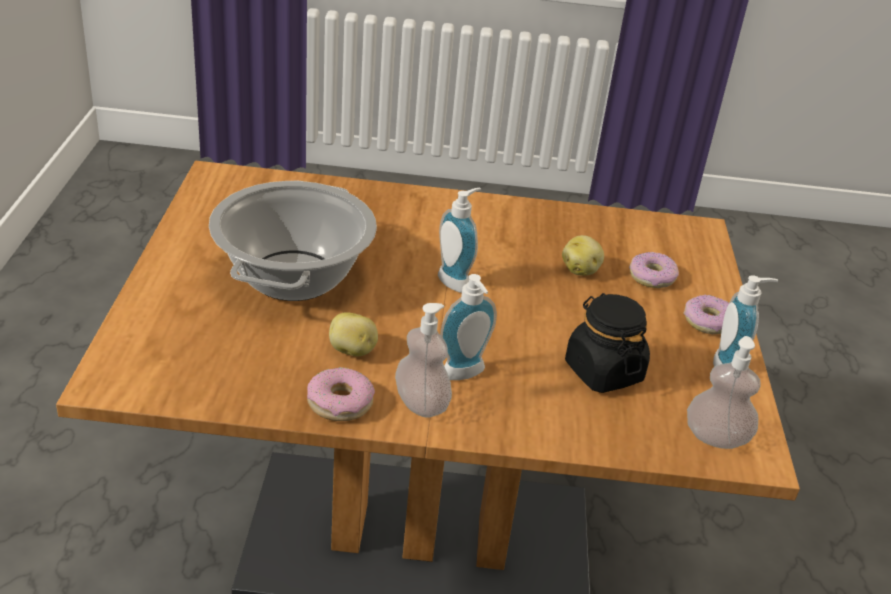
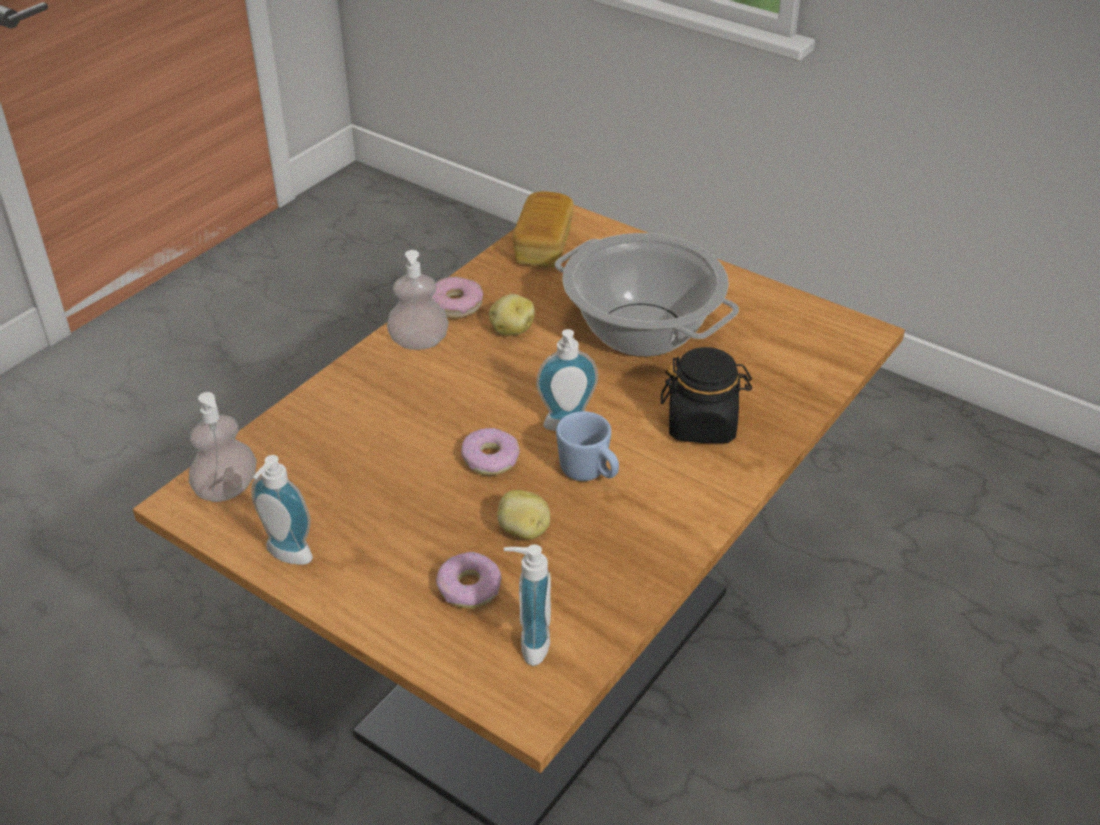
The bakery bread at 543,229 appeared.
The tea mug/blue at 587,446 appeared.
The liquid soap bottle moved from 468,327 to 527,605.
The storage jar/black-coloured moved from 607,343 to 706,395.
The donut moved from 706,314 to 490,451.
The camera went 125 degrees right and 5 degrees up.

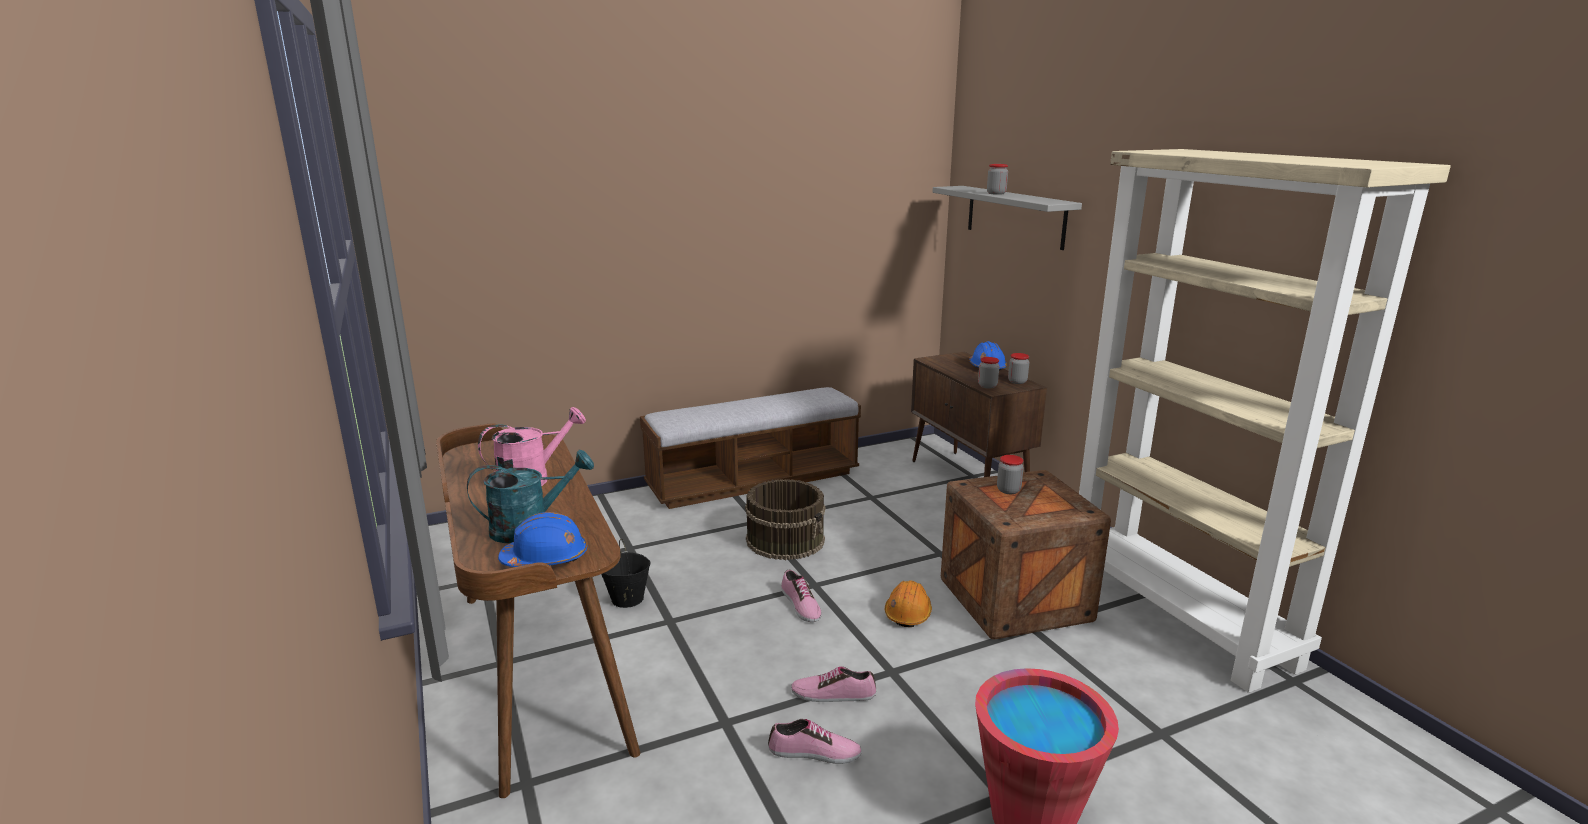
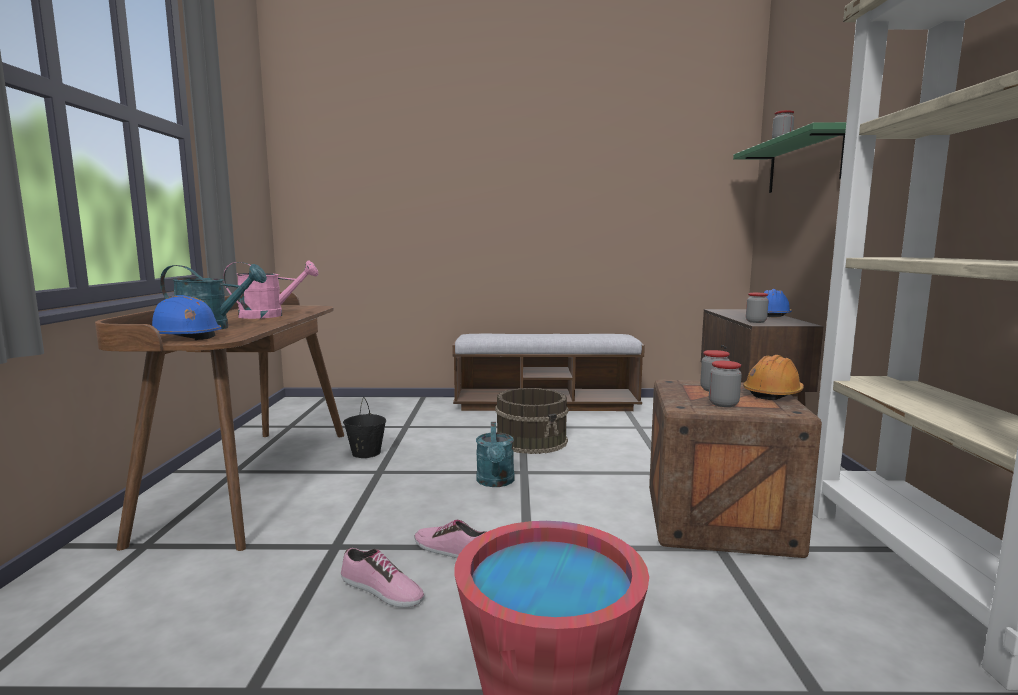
The work helmet/orangey moved from 908,603 to 773,377.
The storage jar moved from 1018,368 to 725,384.
The shoe at 801,596 was replaced by the watering can/turquoise at 495,454.
The wall shelf/grey at 1007,218 became the wall shelf/greenish at 789,157.
The camera went 25 degrees right and 10 degrees down.

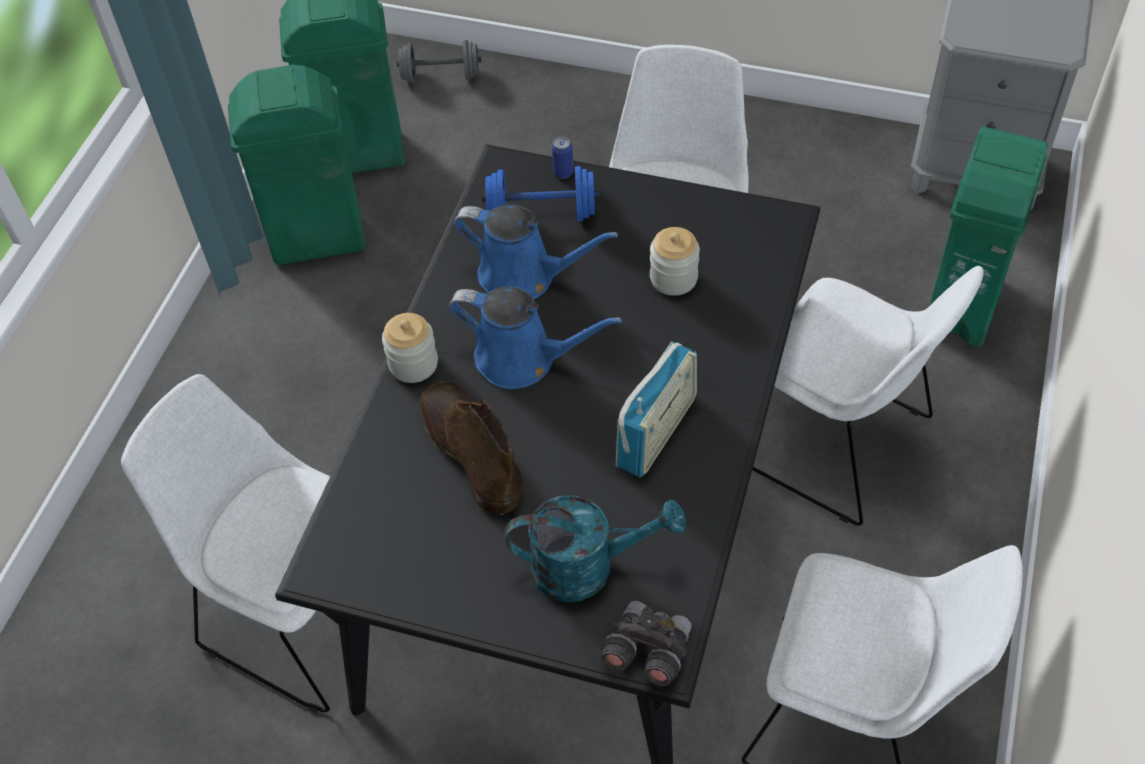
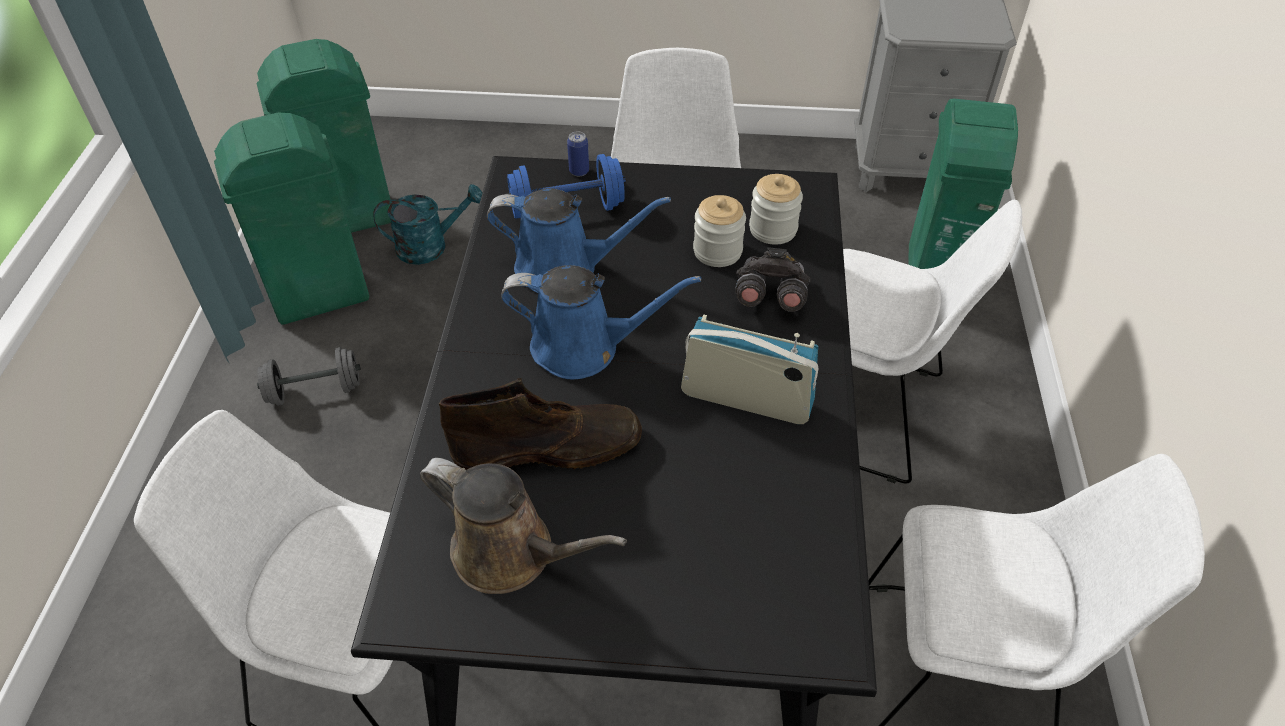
The watering can/brown-coloured at 523,526 appeared.
The storage jar moved from 410,348 to 776,209.
The dumbbell/grey moved from 438,61 to 309,376.
The watering can/turquoise moved from 595,548 to 427,224.
The binoculars/grey moved from 646,643 to 772,279.
The high-top boot/brown-coloured at 471,448 turned 120 degrees clockwise.
The radio receiver at 656,409 turned 90 degrees counterclockwise.
The camera went 15 degrees left and 5 degrees down.

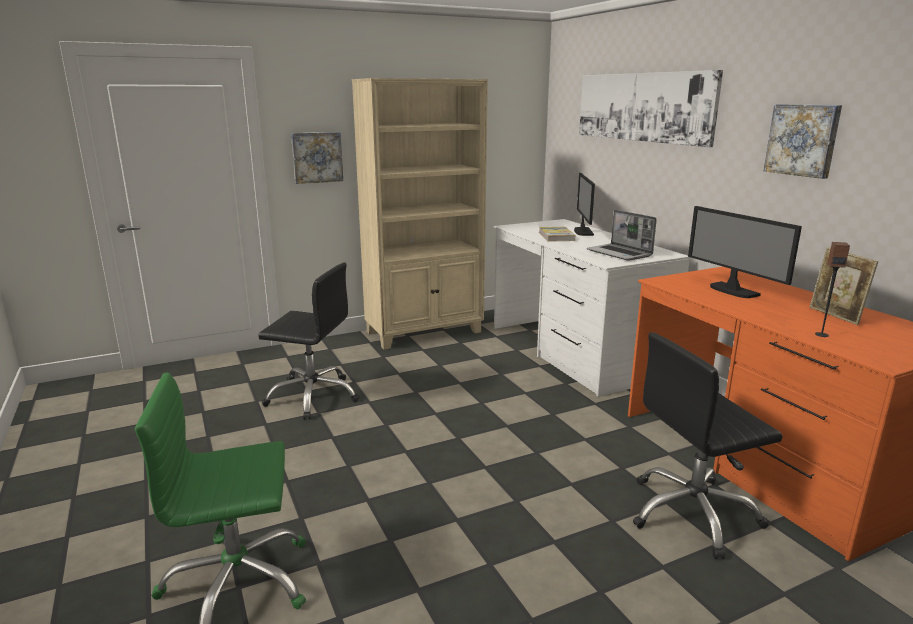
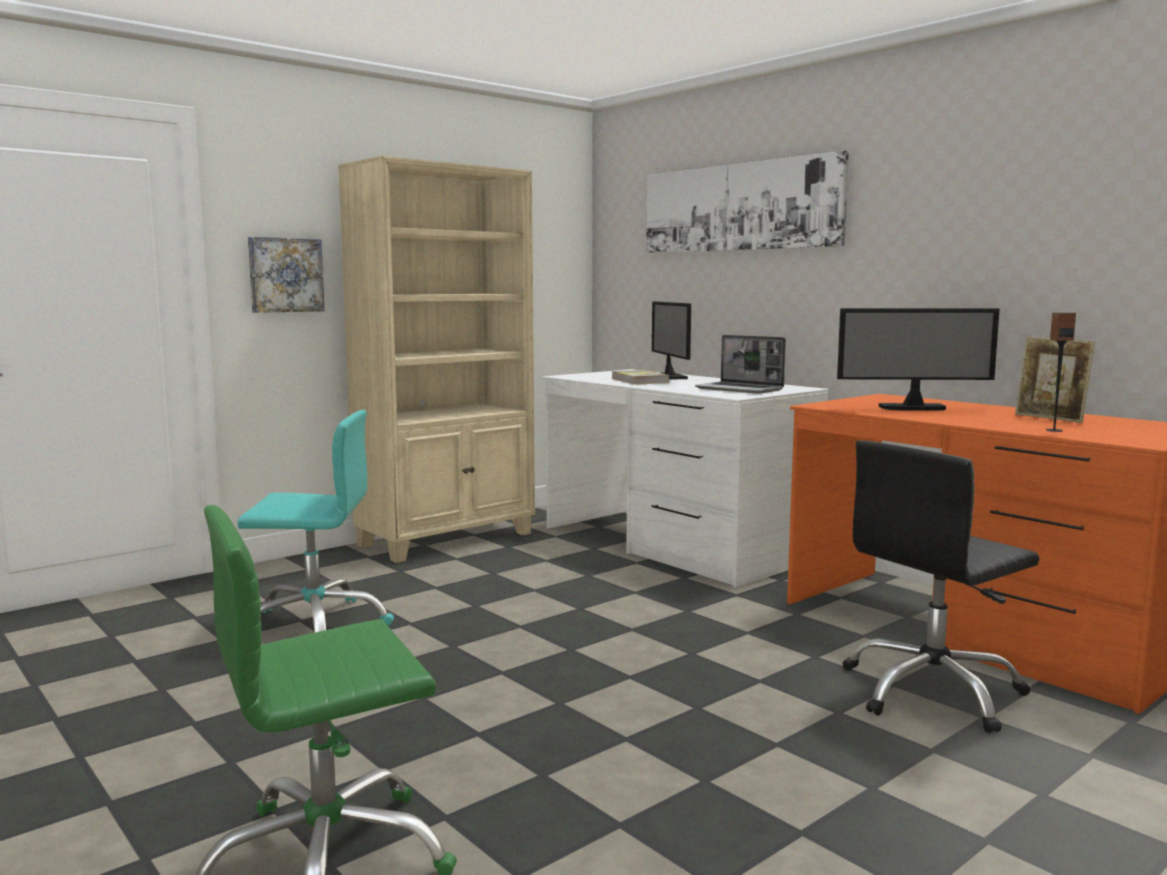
The wall art at 803,141 disappeared.
The desk chair/black-coloured at 309,341 became the desk chair/turquoise at 315,521.
The computer screen at 745,252 turned 45 degrees counterclockwise.
The camera went 15 degrees left and 10 degrees down.

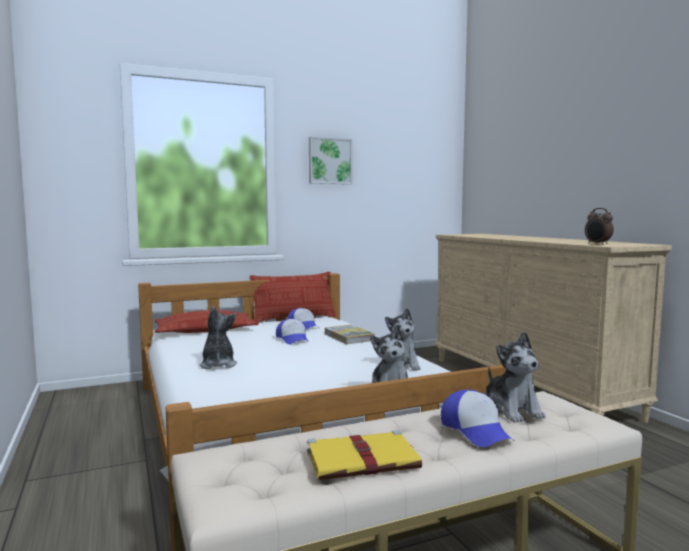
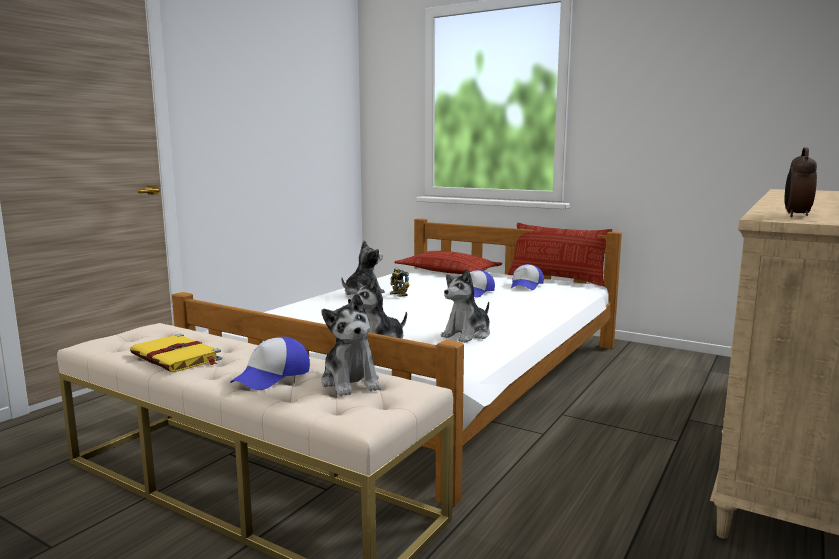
The wall art at 330,160 disappeared.
The bound book at 350,334 disappeared.
The toy robot at 399,282 appeared.
The soft toy at 516,377 turned 60 degrees counterclockwise.
The camera went 55 degrees right and 5 degrees up.

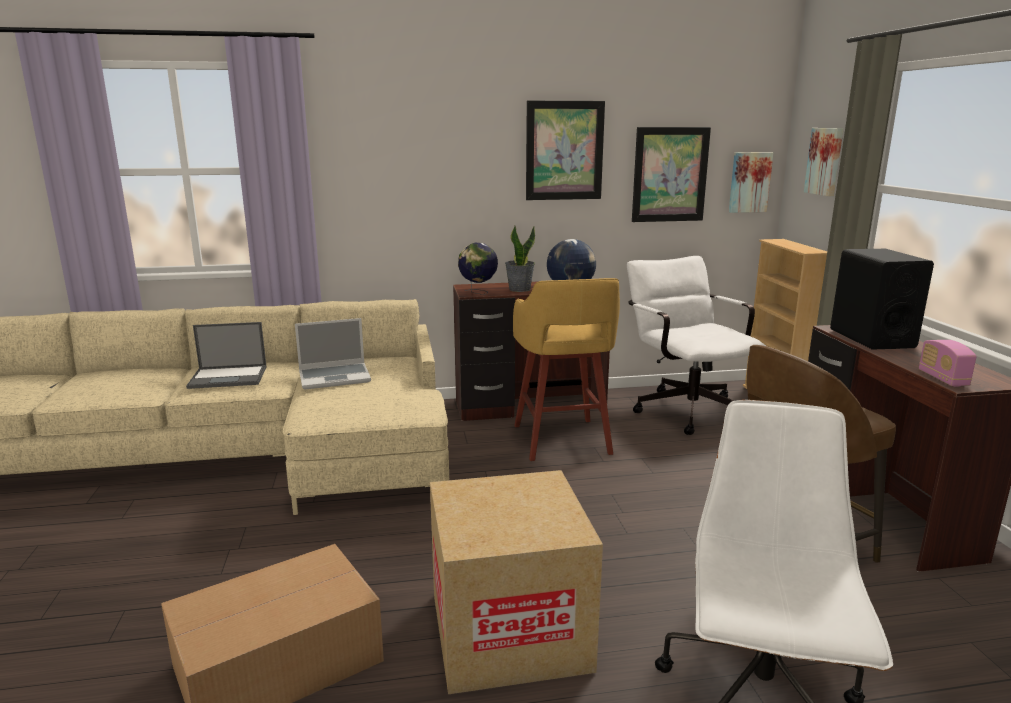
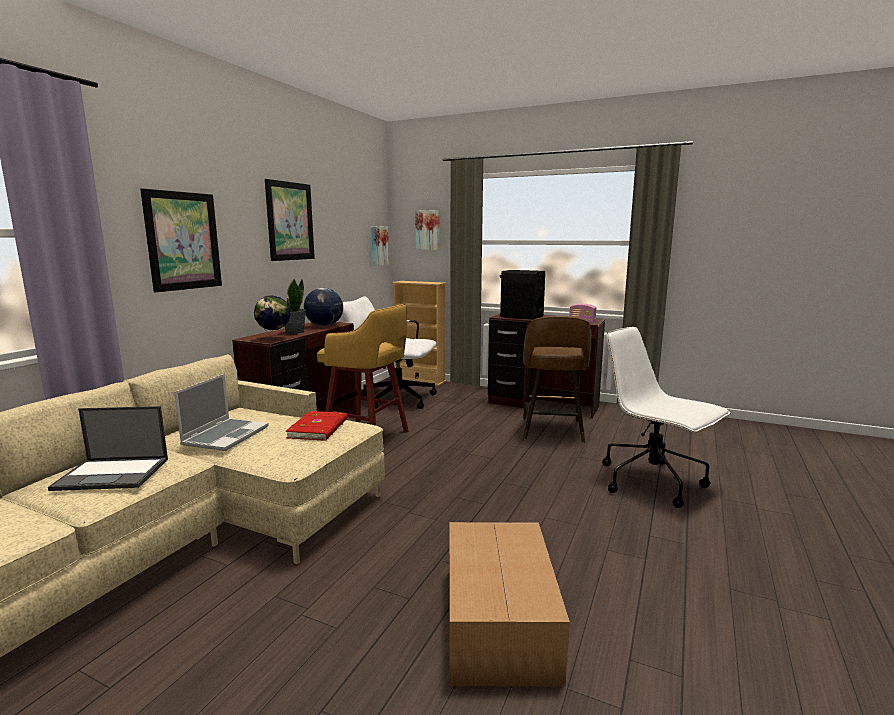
The packing box at 516,582 disappeared.
The bound book/reddish at 316,426 appeared.
The wall art moved from 671,174 to 181,240.
The notebook computer at 226,355 turned 60 degrees clockwise.
The camera went 55 degrees left and 5 degrees down.

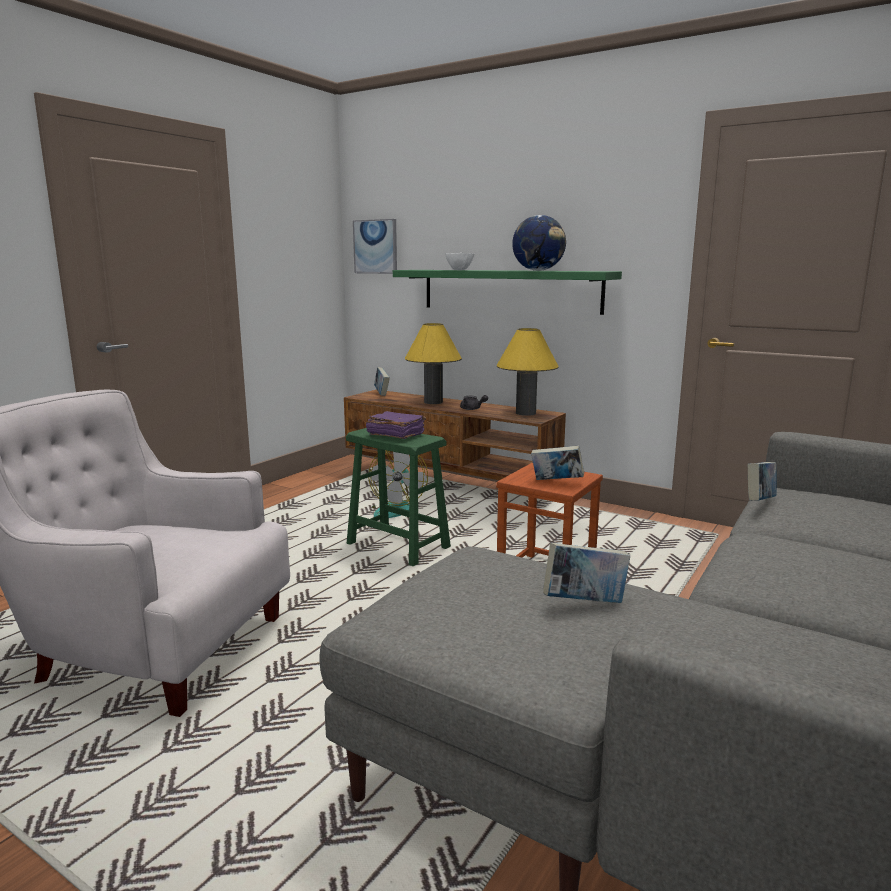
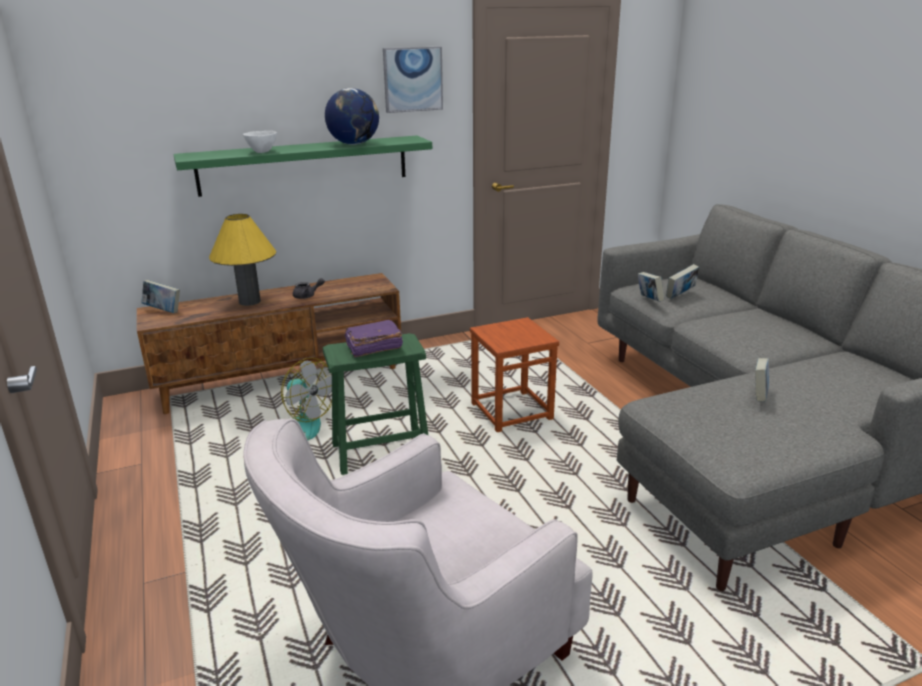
The lamp for a table/yellowish at 528,372 disappeared.
The wall art moved from 375,246 to 413,79.
The bound book moved from 557,463 to 682,281.
The camera went 55 degrees left and 10 degrees up.

